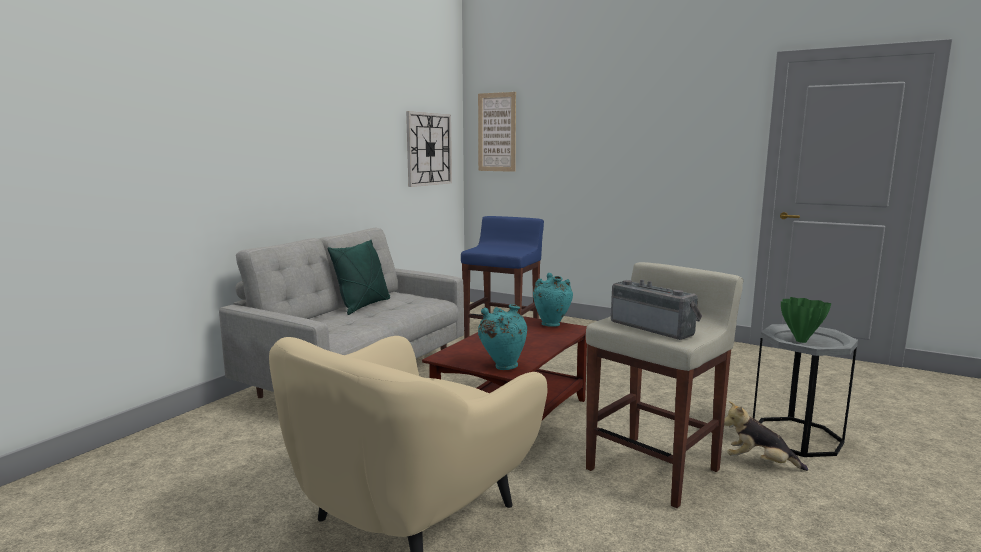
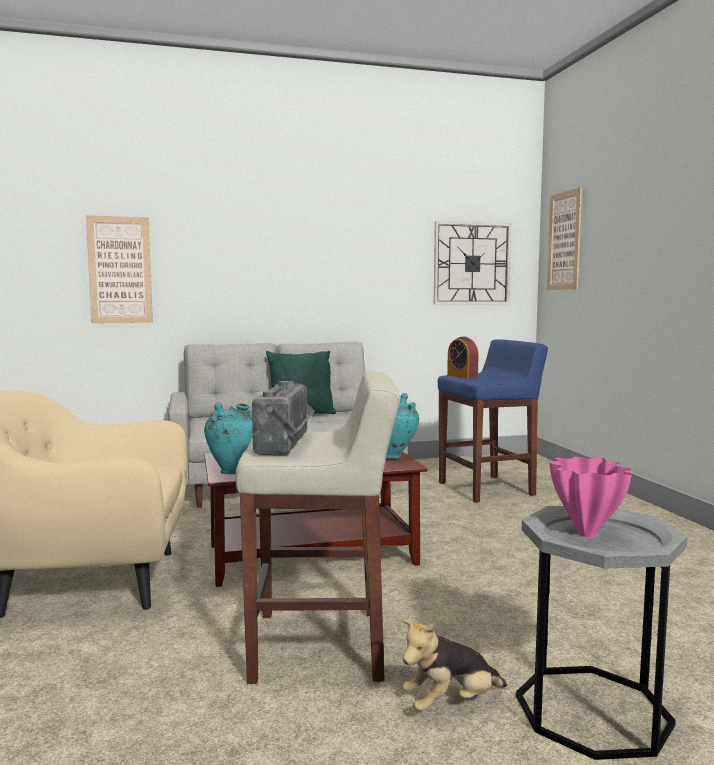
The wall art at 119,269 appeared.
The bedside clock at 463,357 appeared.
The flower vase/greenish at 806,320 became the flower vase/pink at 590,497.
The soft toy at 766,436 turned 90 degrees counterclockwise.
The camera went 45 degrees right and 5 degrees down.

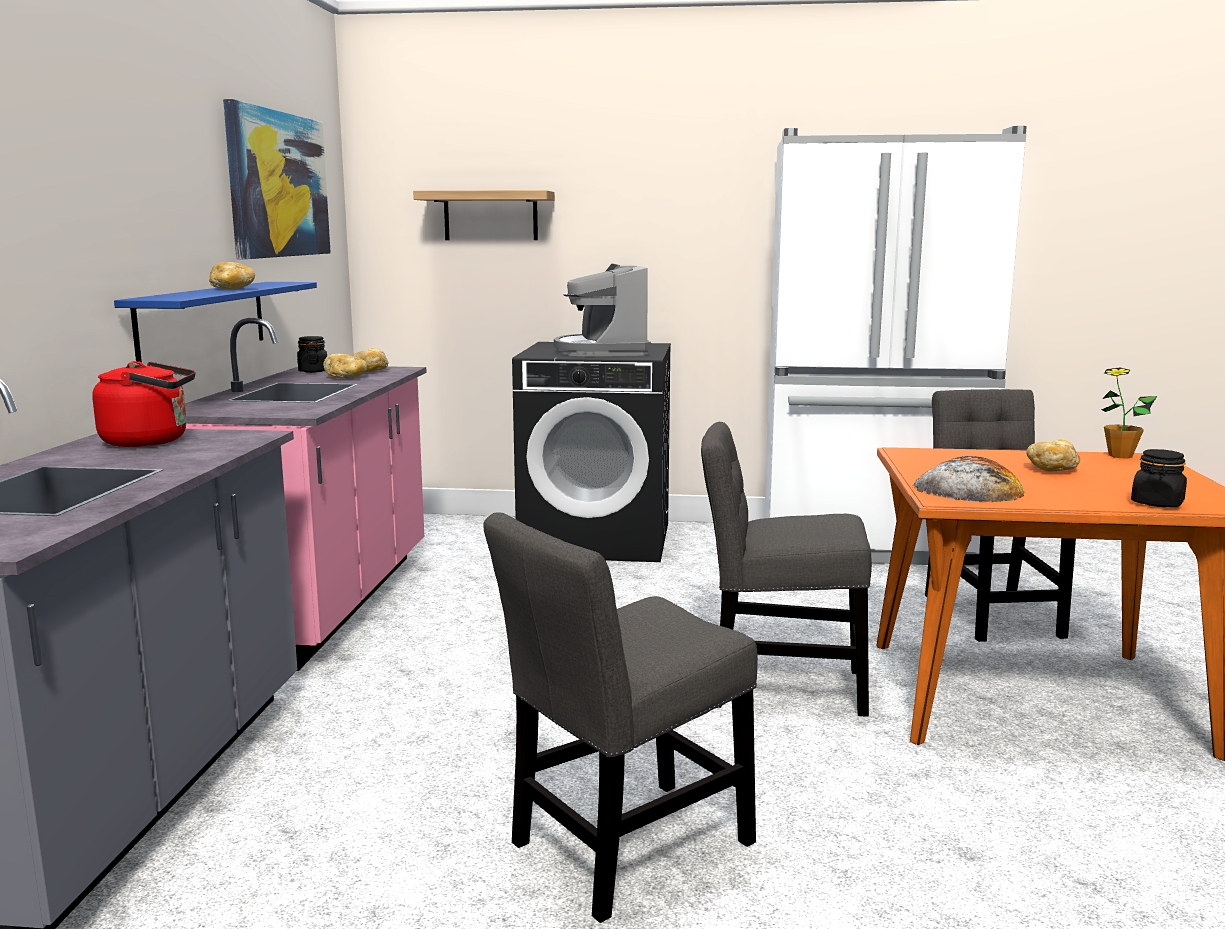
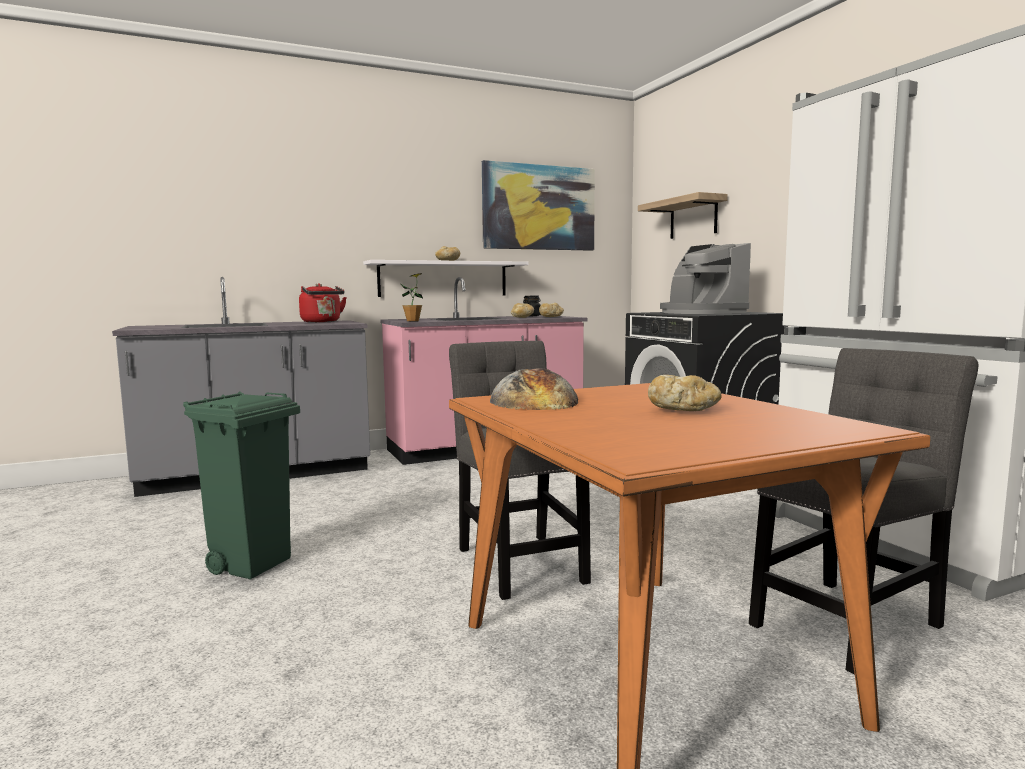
The storage jar/black-coloured at 1159,478 disappeared.
The potted plant moved from 1129,413 to 412,297.
The upright chair/grey at 620,717 was replaced by the trash can/greenish at 241,485.
The wall shelf/blue at 215,322 became the wall shelf/white at 446,278.
The coffee brewer at 602,310 turned 75 degrees counterclockwise.
The camera went 60 degrees right and 5 degrees down.

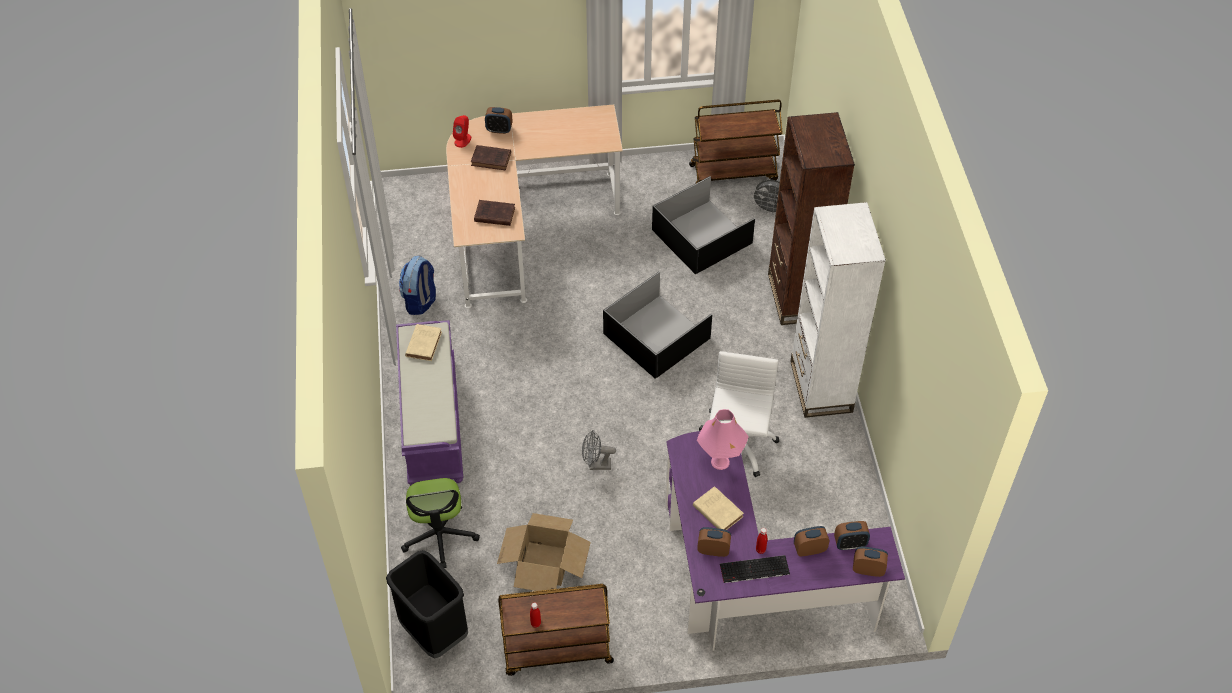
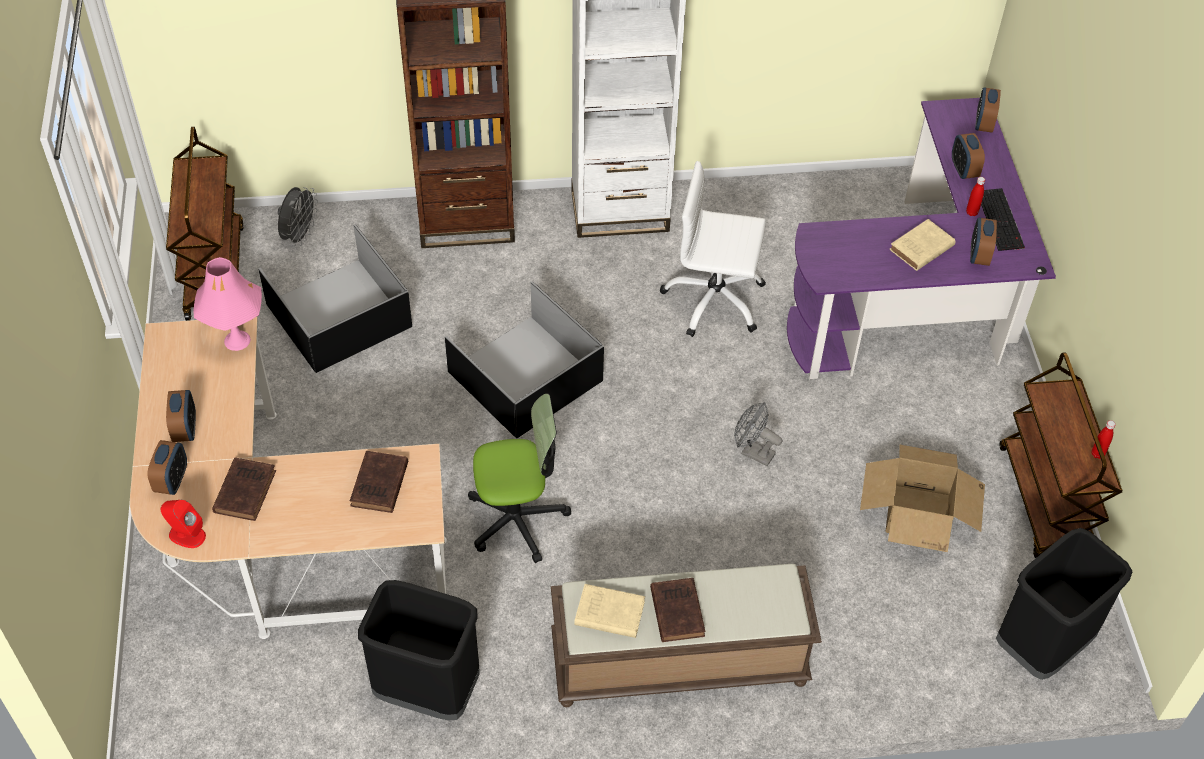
The bound book/brown-coloured at 678,610 appeared.
The desk chair moved from 440,523 to 519,478.
The lamp for a table/pink moved from 723,439 to 227,304.
The bedside clock moved from 852,535 to 181,416.
The backpack at 417,285 was replaced by the trash can/black-coloured at 419,650.
The long seat/purplish at 429,403 became the long seat/brown-coloured at 686,635.
The fan/grey at 599,450 turned 120 degrees clockwise.
The camera went 90 degrees left and 0 degrees up.

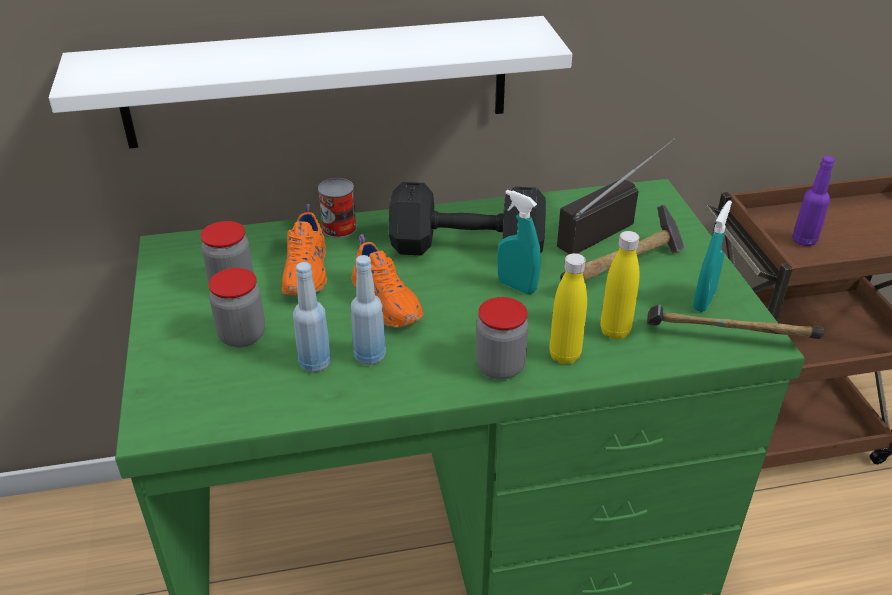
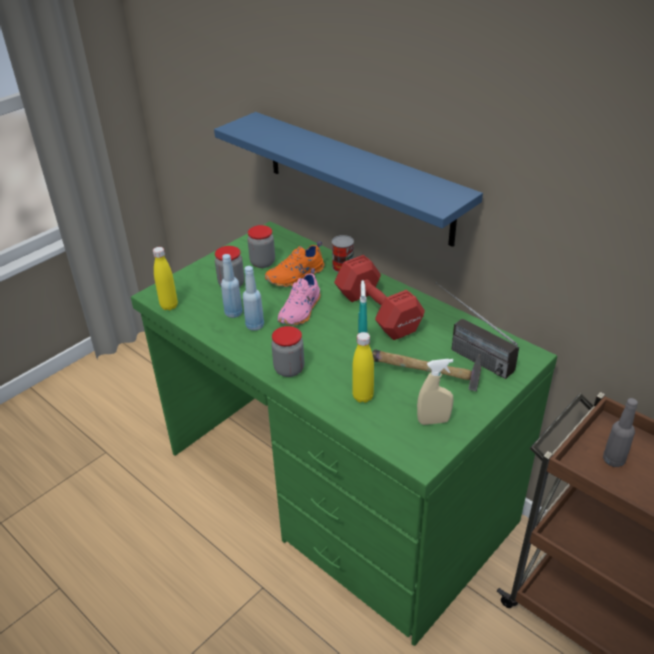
The tool hammer at 735,322 disappeared.
The drink bottle/yellowish moved from 568,308 to 165,278.
The wall shelf/white at 310,82 became the wall shelf/blue at 348,179.
The shoe/orangey at 387,281 became the shoe/pink at 299,296.
The dumbbell/black-coloured at 467,218 became the dumbbell/reddish at 379,297.
The sprayer/turquoise at 712,256 became the sprayer/beige at 435,392.
The drink bottle/purplish at 813,201 became the drink bottle/grey at 620,432.
The radio receiver at 616,196 turned 150 degrees counterclockwise.
The camera went 55 degrees right and 0 degrees up.

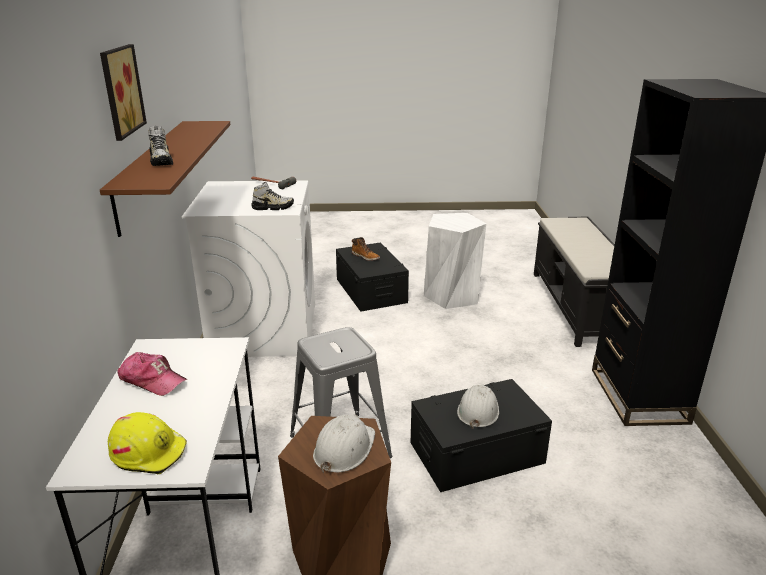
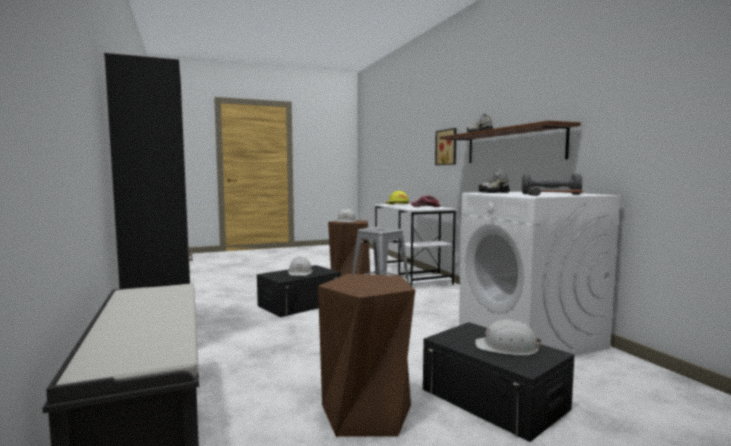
The dumbbell/grey at 552,184 appeared.
The wall art moved from 123,92 to 446,146.
The high-top boot at 366,249 was replaced by the work helmet/white at 508,338.
The sitting stool/white at 455,261 became the sitting stool/brown-coloured at 366,355.
The camera went 160 degrees right and 20 degrees down.

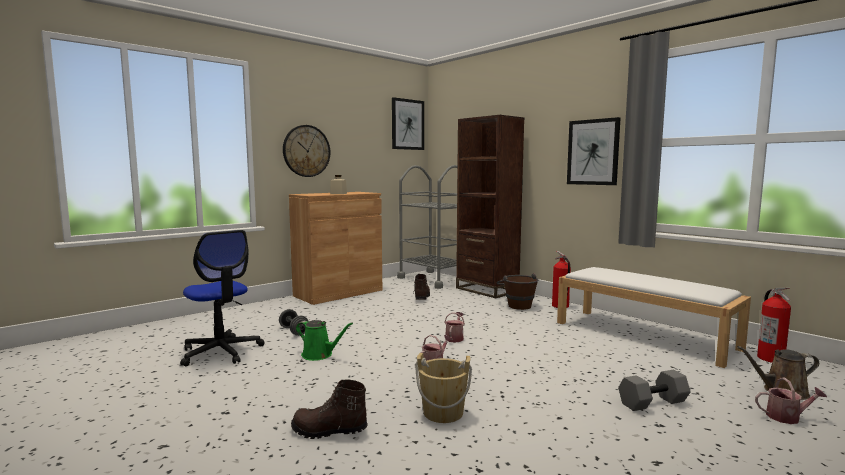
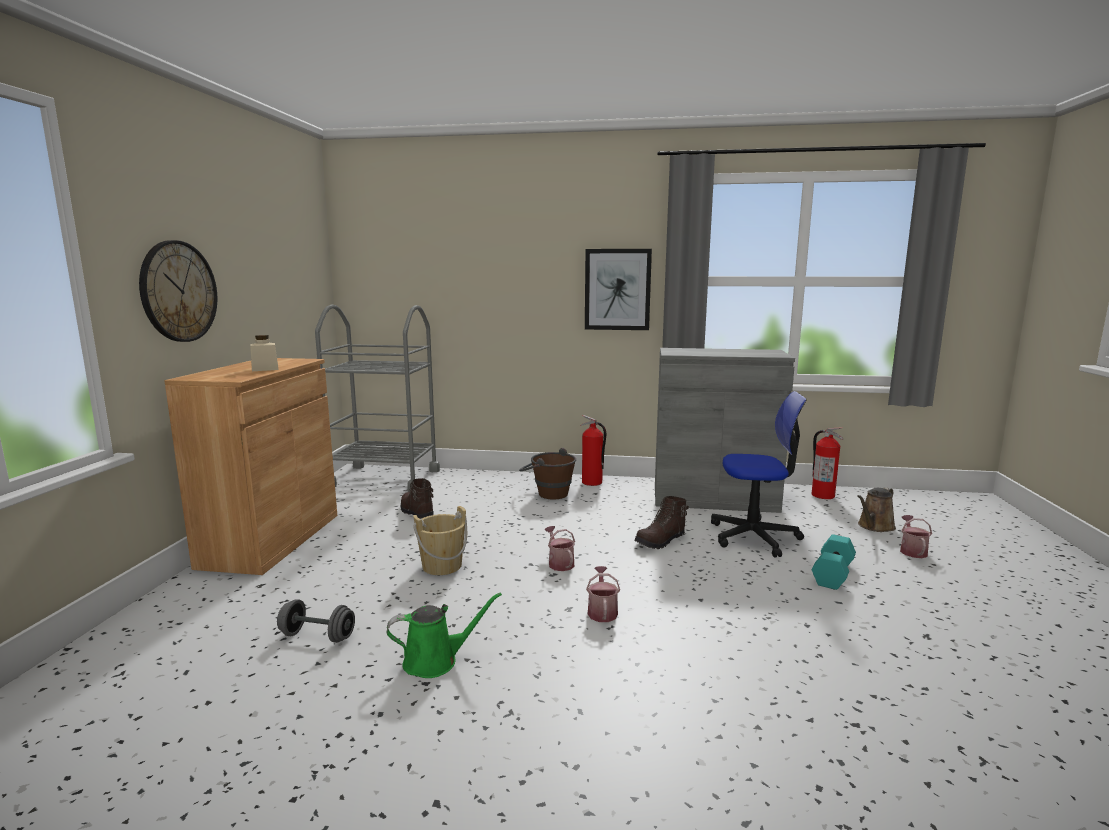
The wall art at 408,123 disappeared.
The shelving unit/brown-coloured at 490,206 disappeared.
The desk chair moved from 222,298 to 759,474.
The high-top boot/brown-coloured moved from 329,409 to 661,522.
The water bucket/beige moved from 443,388 to 440,540.
The long seat/white at 654,317 was replaced by the cabinet/grey at 725,430.
The dumbbell/grey at 654,390 became the dumbbell/turquoise at 834,562.
The watering can at 791,400 turned 45 degrees counterclockwise.
The camera went 40 degrees left and 5 degrees up.

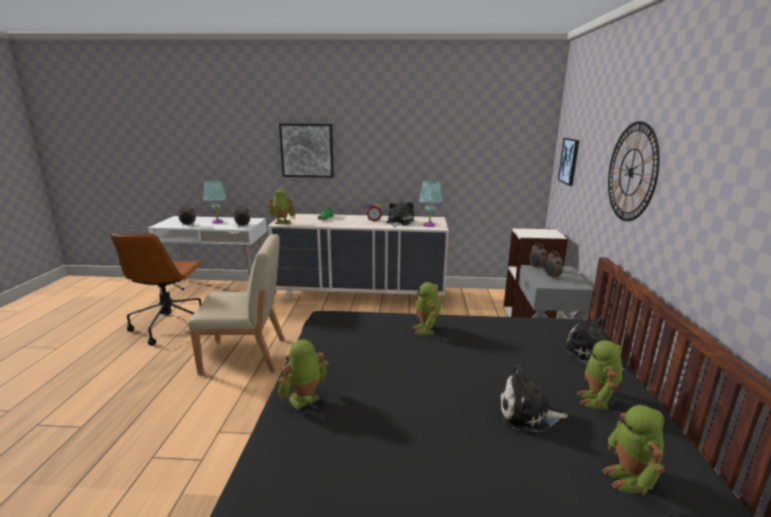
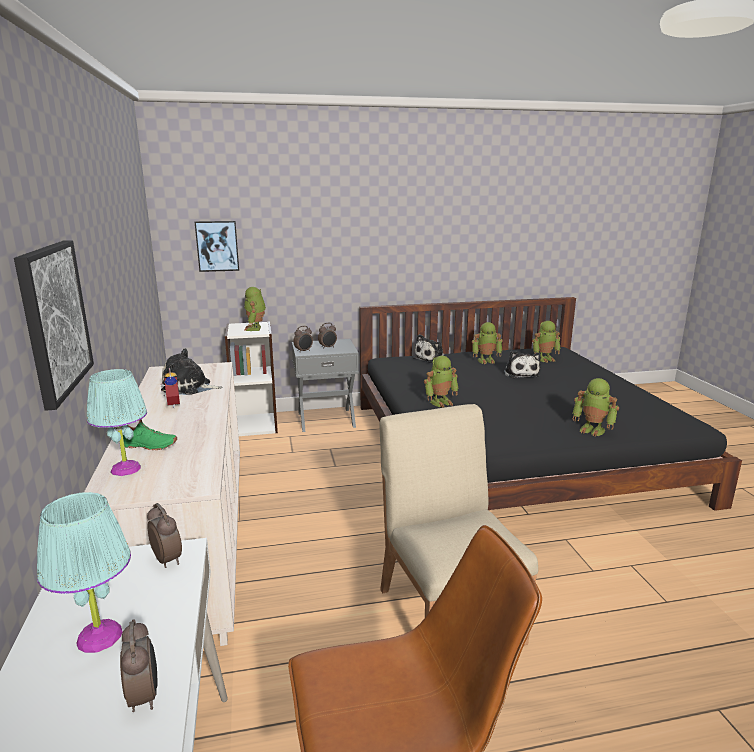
The hanging clock at 634,171 disappeared.
The toy robot moved from 281,207 to 255,309.
The lamp for a table/turquoise moved from 431,204 to 117,422.
The camera went 105 degrees left and 0 degrees up.

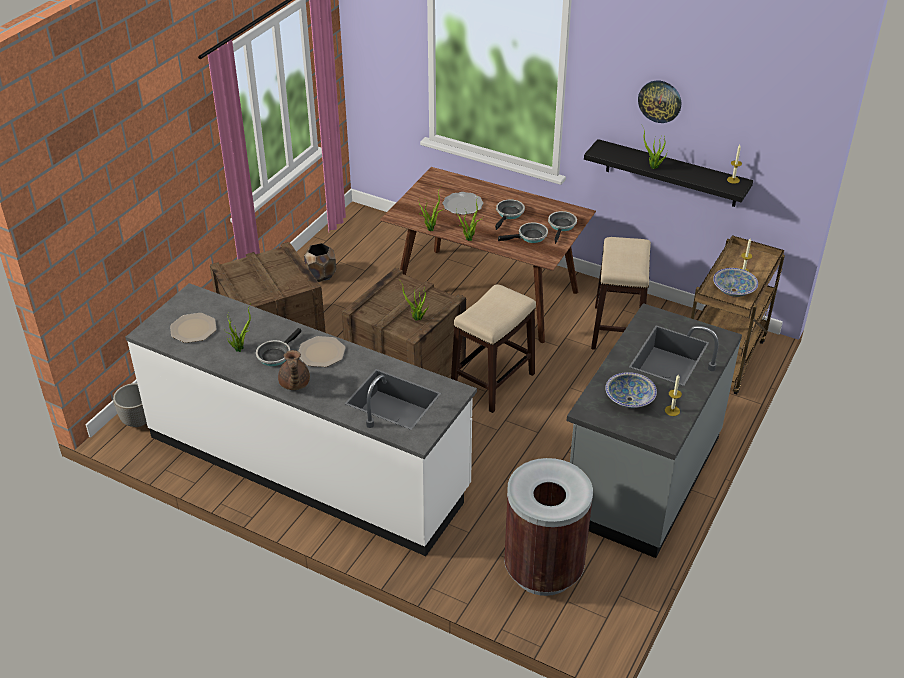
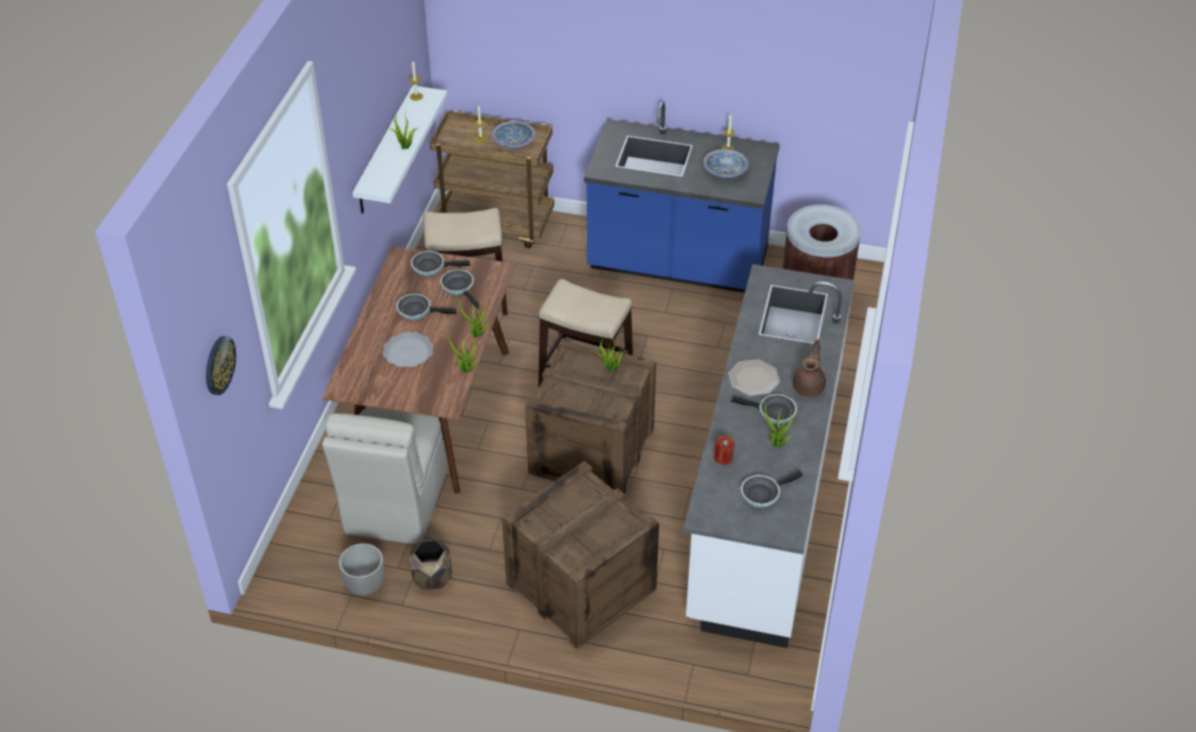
The upright chair/beige at 384,475 appeared.
The wax light/reddish at 724,450 appeared.
The planter moved from 130,405 to 361,569.
The hanging clock moved from 659,101 to 221,365.
The plate at 193,328 was replaced by the pan at 772,489.
The counter/grey at 654,430 became the counter/blue at 682,197.
The wall shelf/black-coloured at 668,173 became the wall shelf/white at 400,150.
The teapot/brown-coloured at 294,370 turned 45 degrees counterclockwise.
The camera went 105 degrees left and 5 degrees up.

